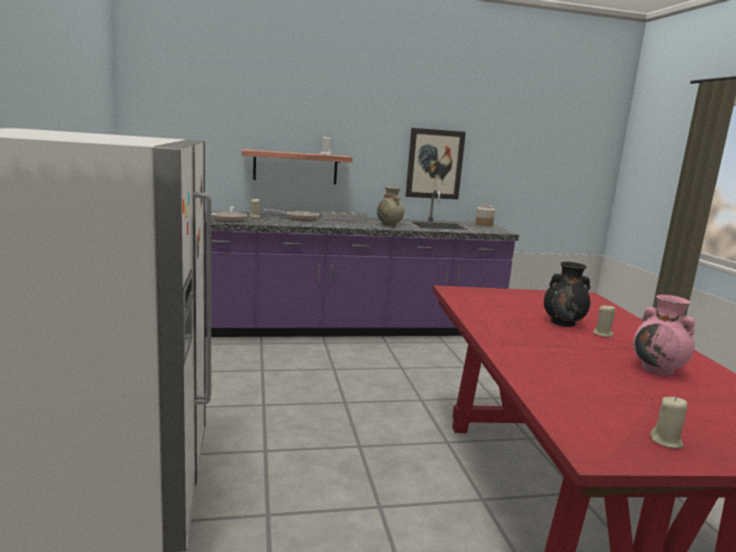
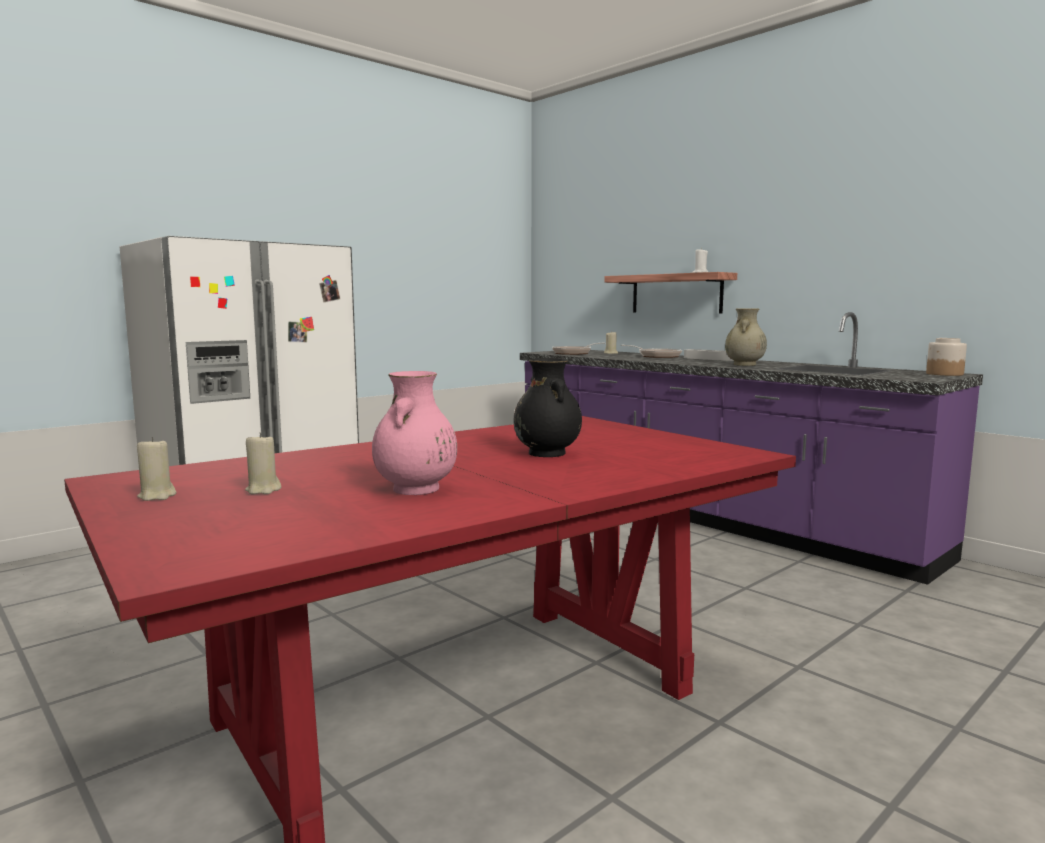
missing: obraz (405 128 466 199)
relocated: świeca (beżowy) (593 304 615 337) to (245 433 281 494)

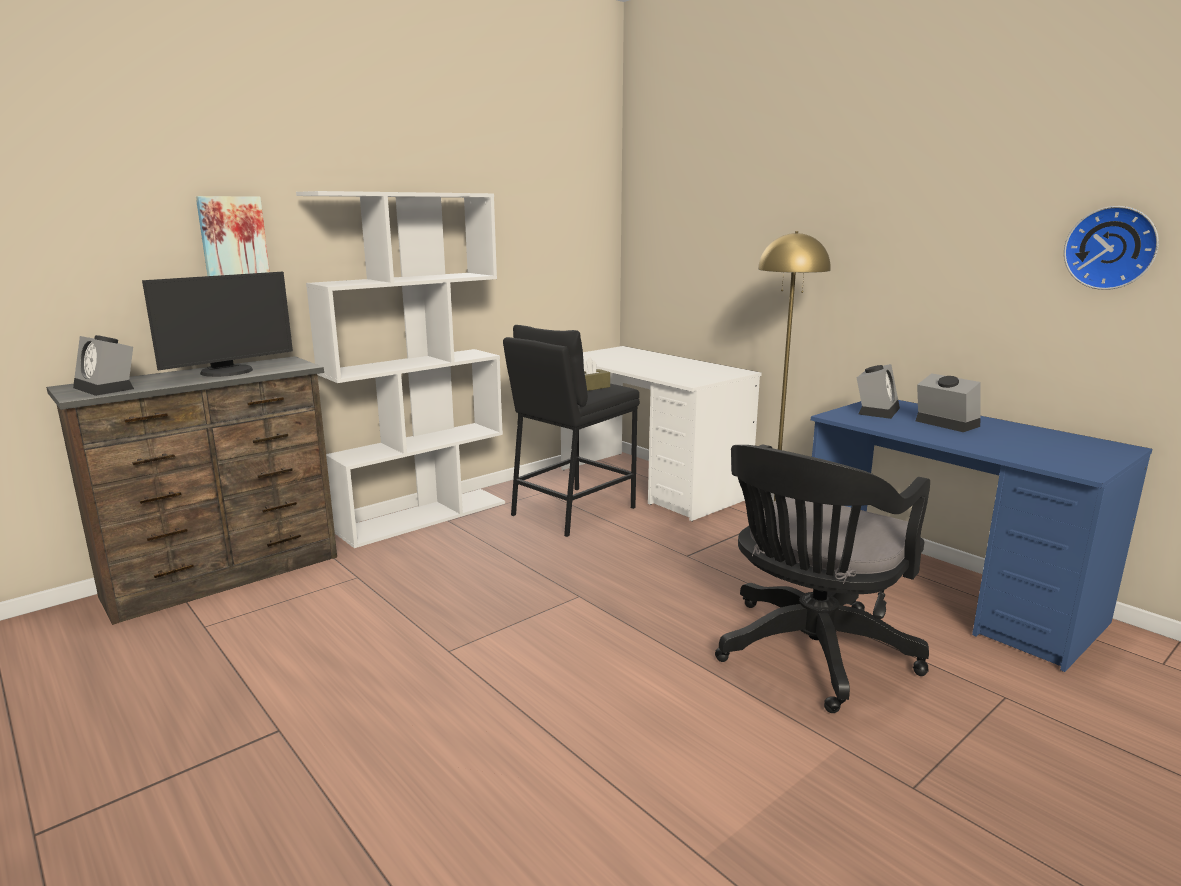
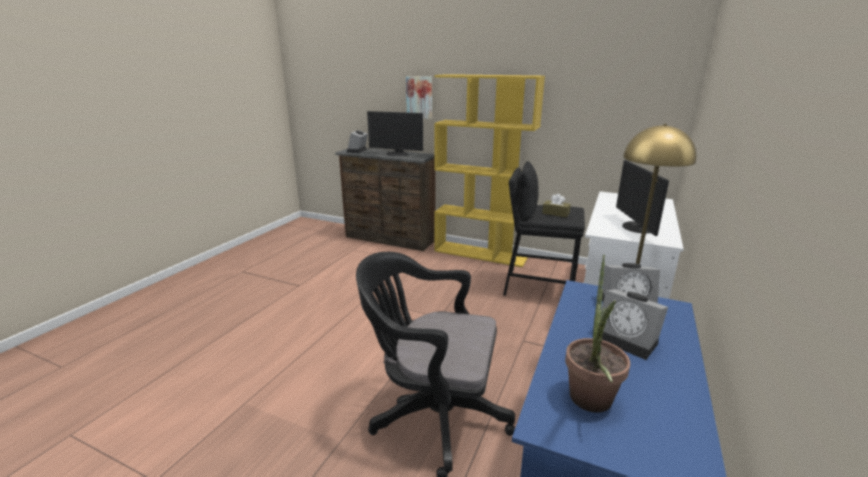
missing: zegar ścienny (1064 206 1159 290)
appeared: roślina doniczkowa (565 254 631 413); monitor (616 160 669 236)
colour: regał (biały) (296 191 505 548) to regał (żółty) (434 74 545 267)
spun: budzik (916 373 980 432) = (601 289 668 360) 105 degrees clockwise

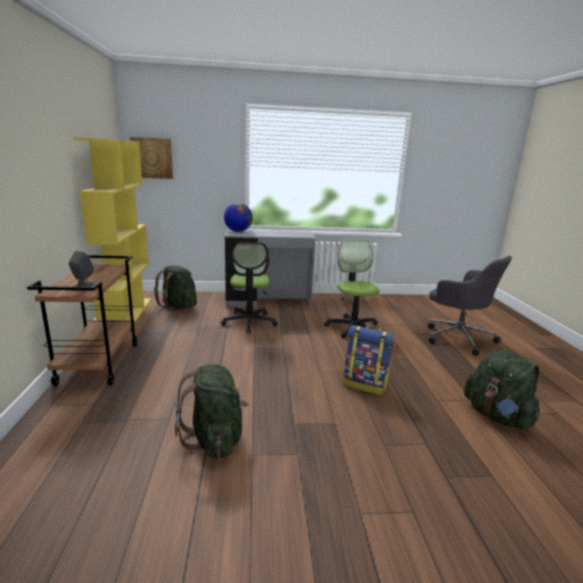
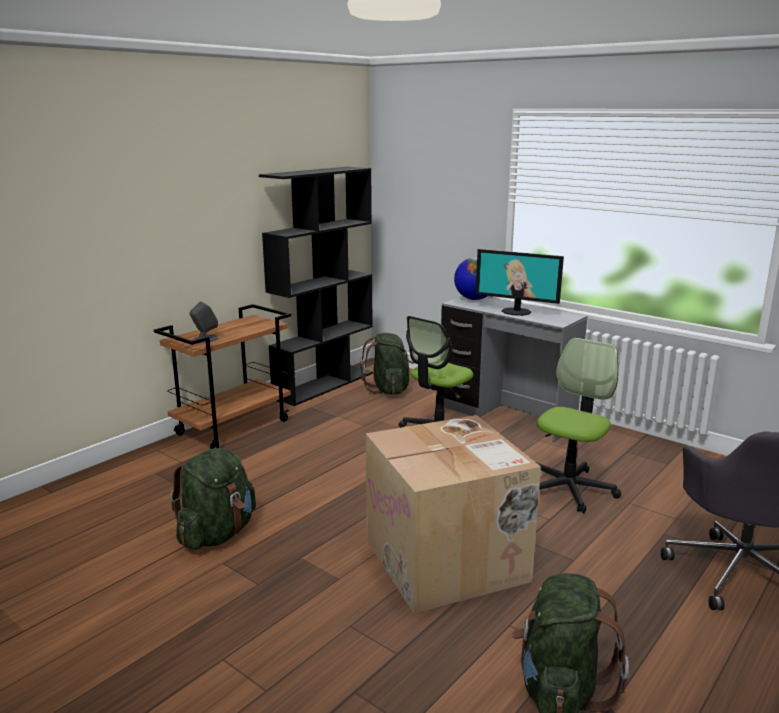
missing: obraz (130 137 173 179)
appeared: monitor (475 249 564 316)
exchanged: plecak (343 325 394 395) to karton (366 415 541 614)
colour: regał (żółty) (73 137 151 322) to regał (czarny) (259 167 373 406)

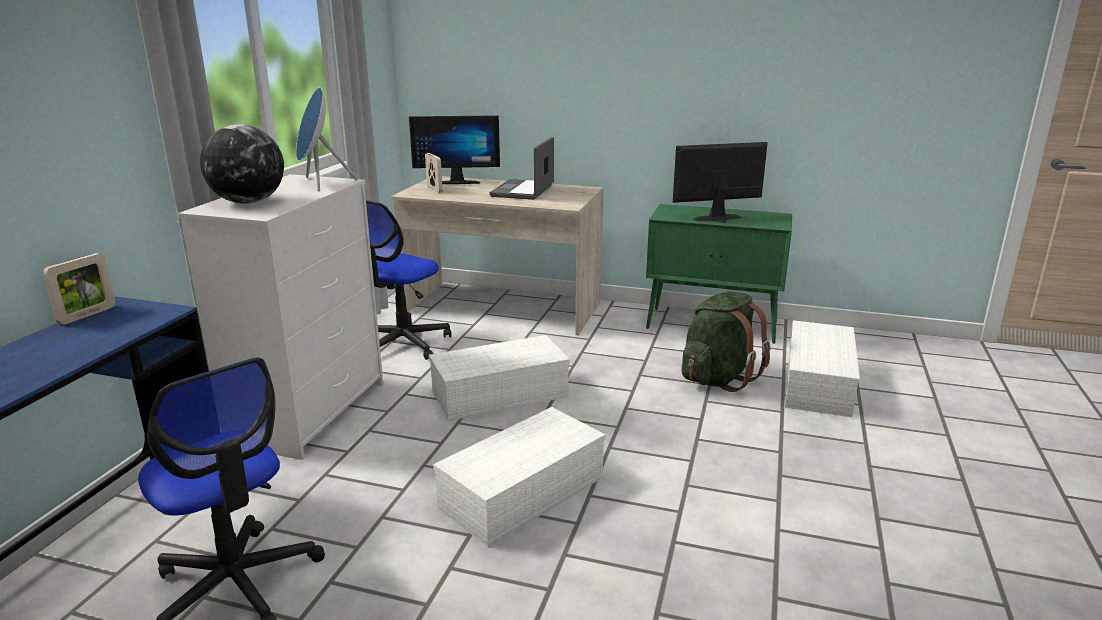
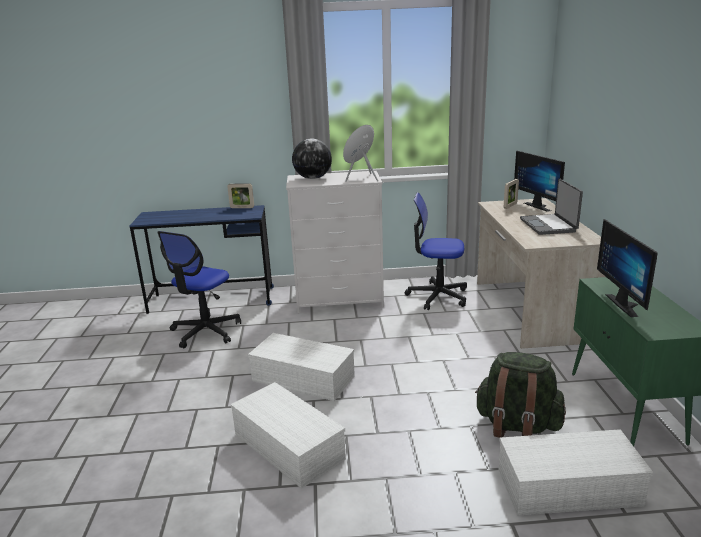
relocated: pojemnik do przechowywania (biały) (429 335 570 421) to (230 382 346 489)
spun: laptop (490 137 554 200) = (520 179 583 235) 90 degrees counterclockwise; monitor (673 142 768 223) = (597 219 658 317) 150 degrees counterclockwise

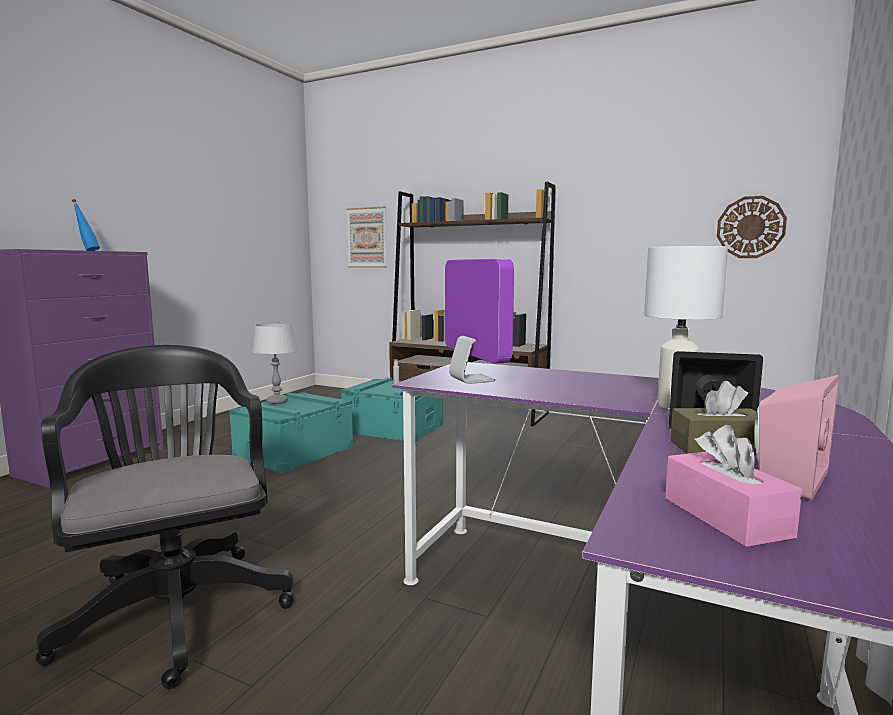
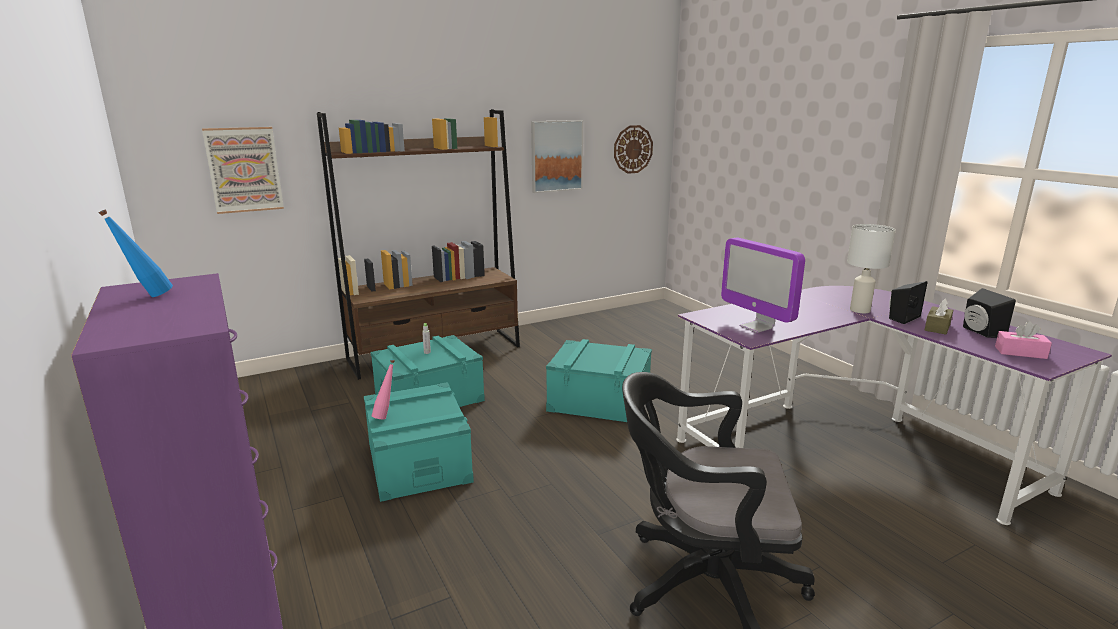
appeared: obraz (531 120 583 193); pojemnik do przechowywania (turkusowy) (546 339 652 422)
exchanged: lampa stołowa (szary) (252 323 297 404) to butelka (różowy) (372 360 395 419)
colour: głośnik (różowy) (755 375 839 500) to głośnik (czarny) (963 288 1016 338)
spun: monitor (445 259 514 384) = (721 237 805 333) 135 degrees counterclockwise

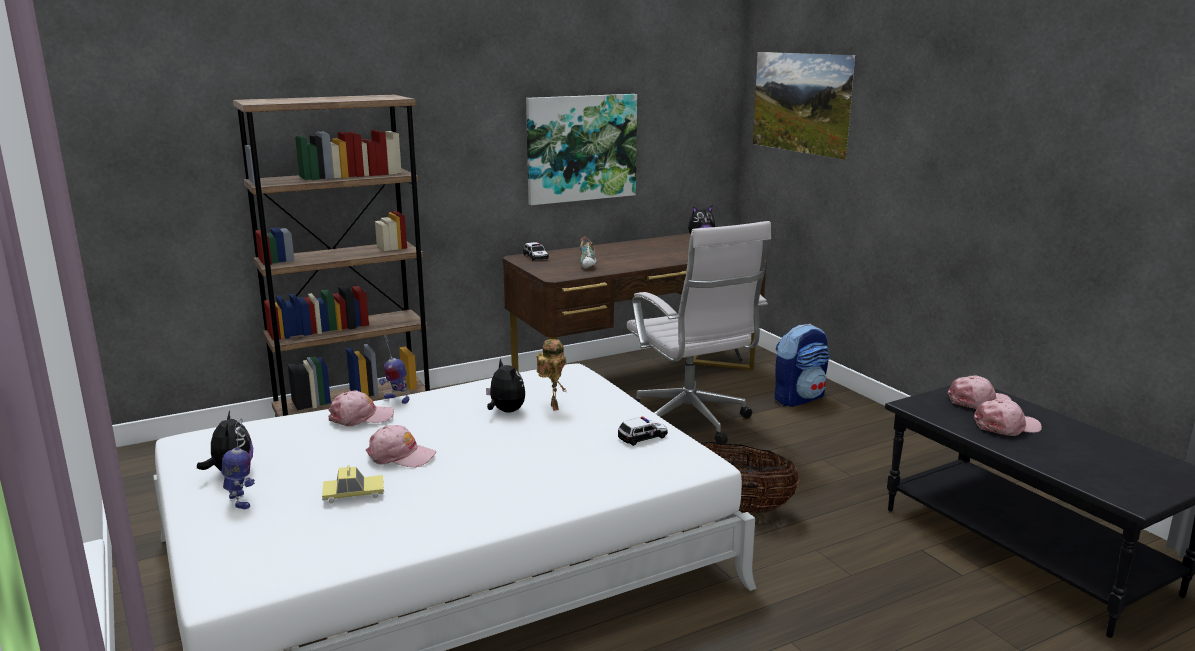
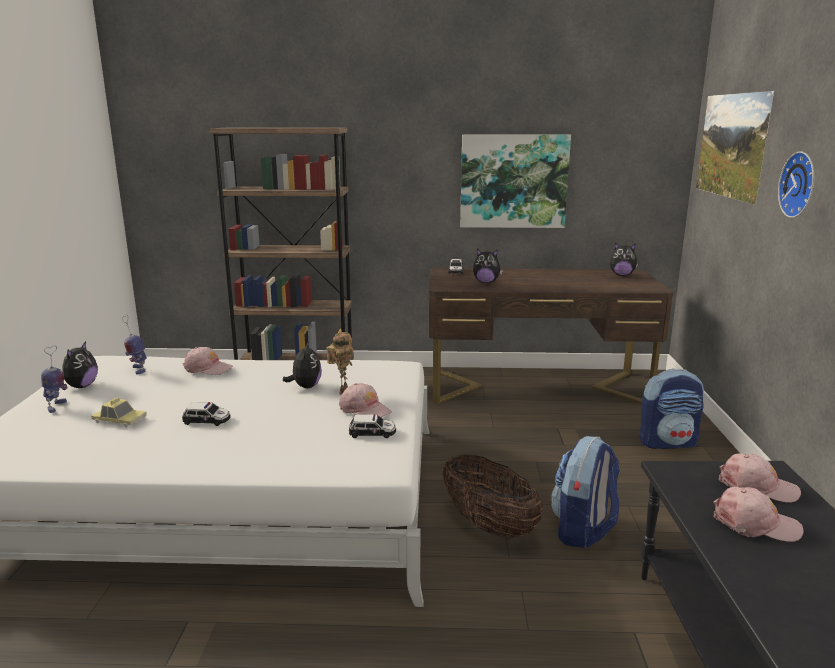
missing: krzesło biurowe (biały) (627 221 771 444)
appeared: samochodzik (182 402 231 426); plecak (551 436 620 548); zegar ścienny (778 151 814 218)
relocated: robot zabawkowy (379 335 410 404) to (122 315 147 375); czapka z daszkiem (różowy) (366 425 436 467) to (339 383 392 417)
exchanged: but (580 237 597 269) to pluszak (473 249 503 283)

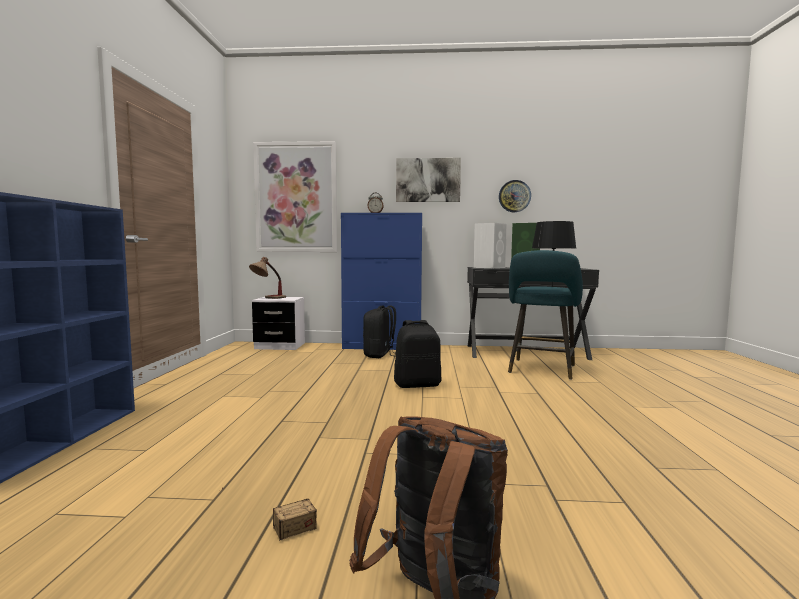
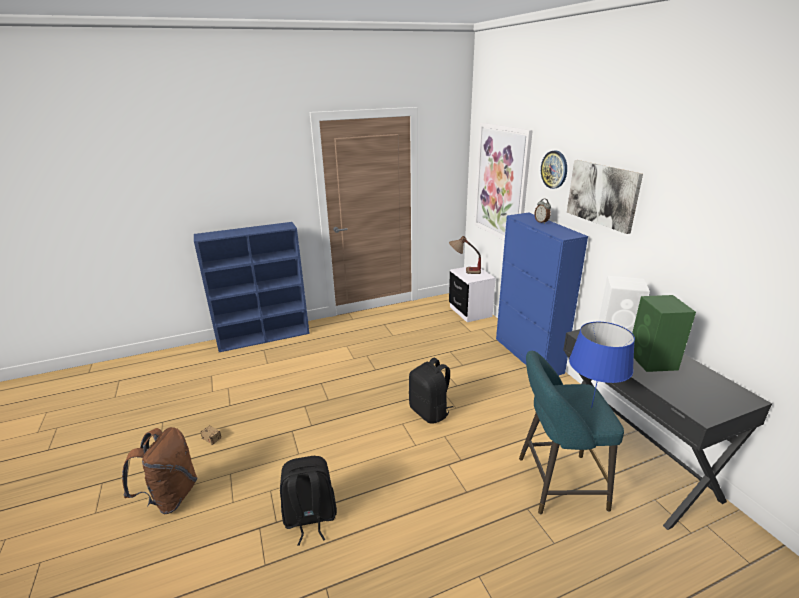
relocated: plecak (czarny) (363 305 396 358) to (280 456 337 546); zegar ścienny (499 180 531 212) to (541 150 567 189)
colour: lampa stołowa (czarny) (532 221 576 285) to lampa stołowa (niebieski) (569 322 635 408)

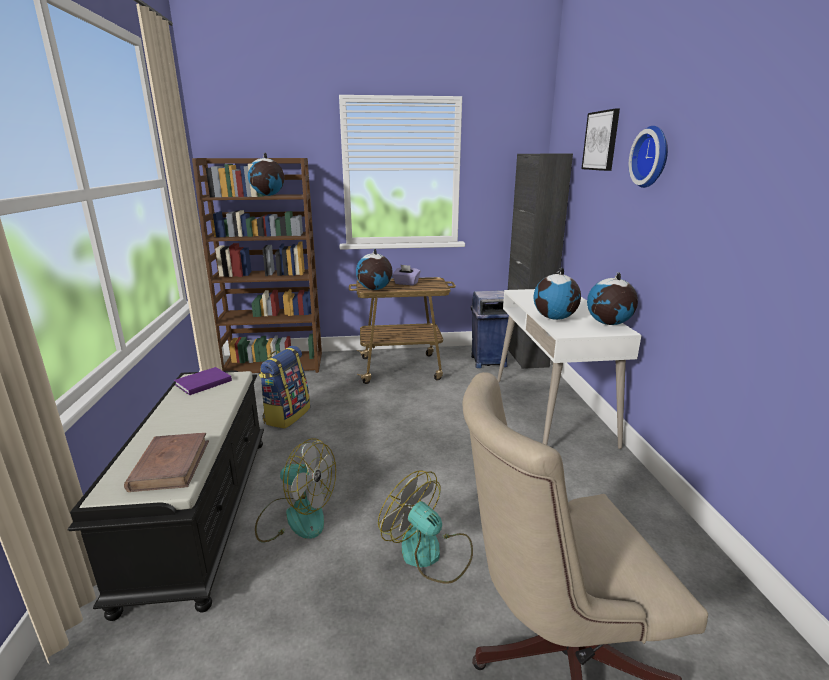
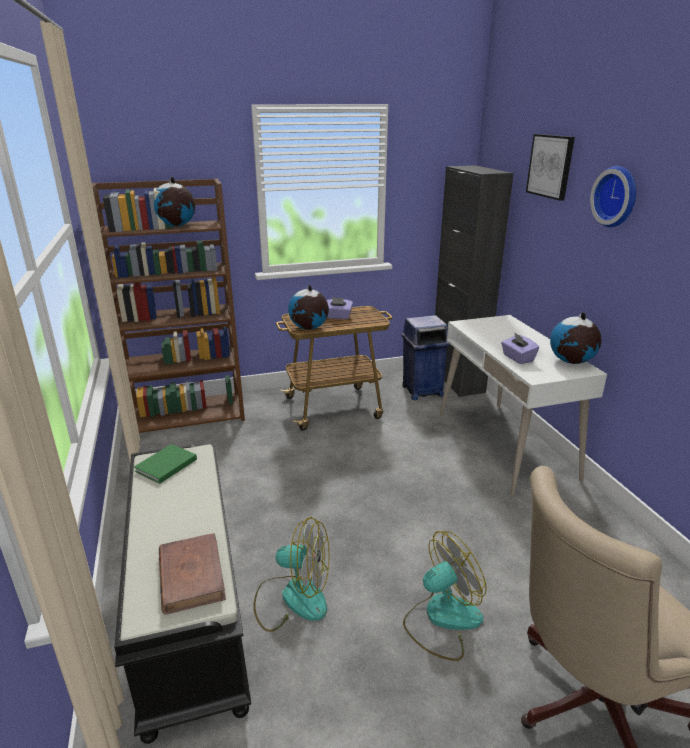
missing: plecak (259 346 310 429)
exchanged: globus (533 268 581 320) to pudełko chusteczek (fioletowy) (501 332 539 364)
colour: książka (fioletowy) (174 367 232 395) to książka (zielony) (134 444 197 484)
spun: wentylator (378 470 473 584) = (403 531 487 661) 120 degrees clockwise

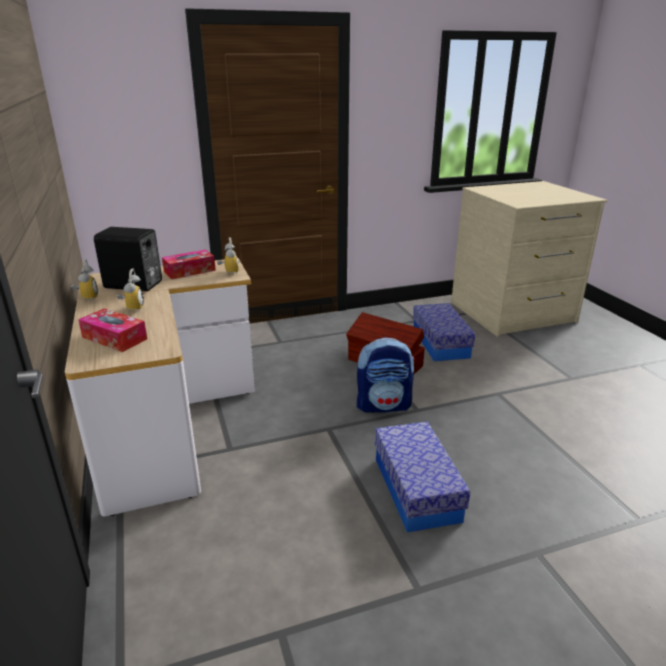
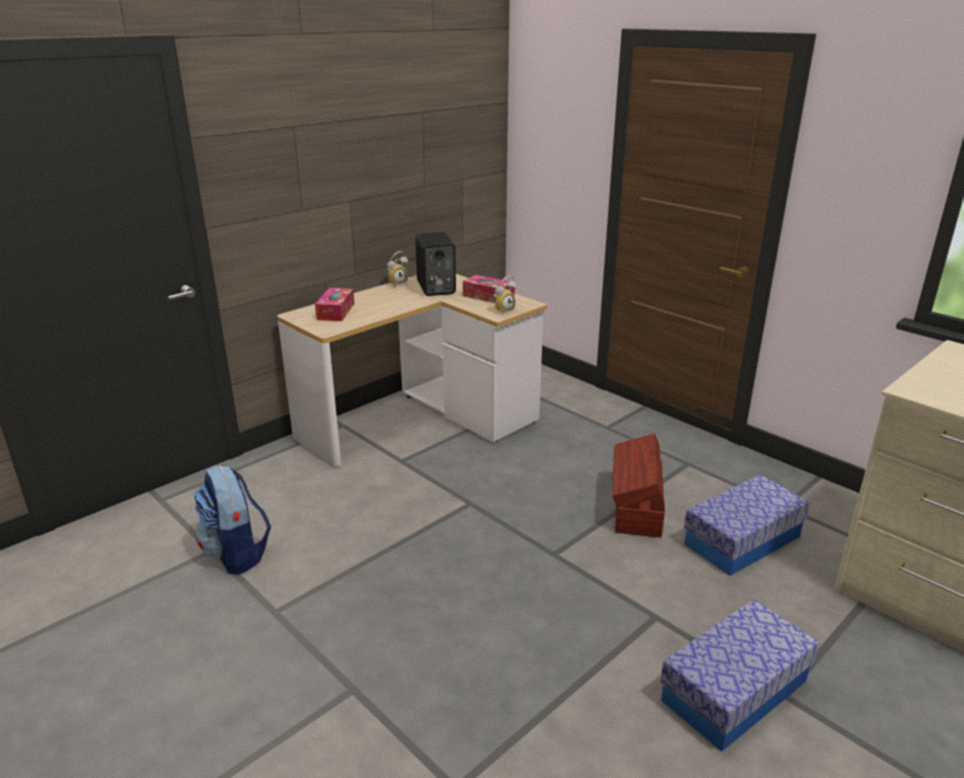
missing: budzik (116 269 144 312)
relocated: plecak (357 337 415 412) to (194 465 271 575); pojemnik do przechowywania (375 421 470 532) to (660 599 819 752)

